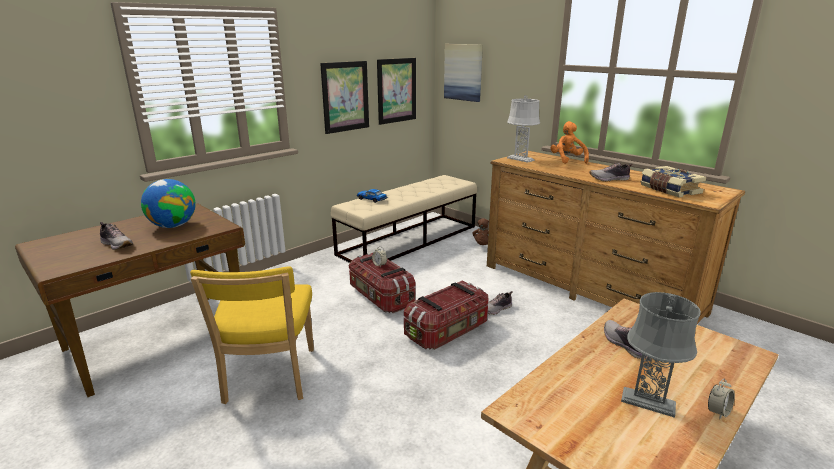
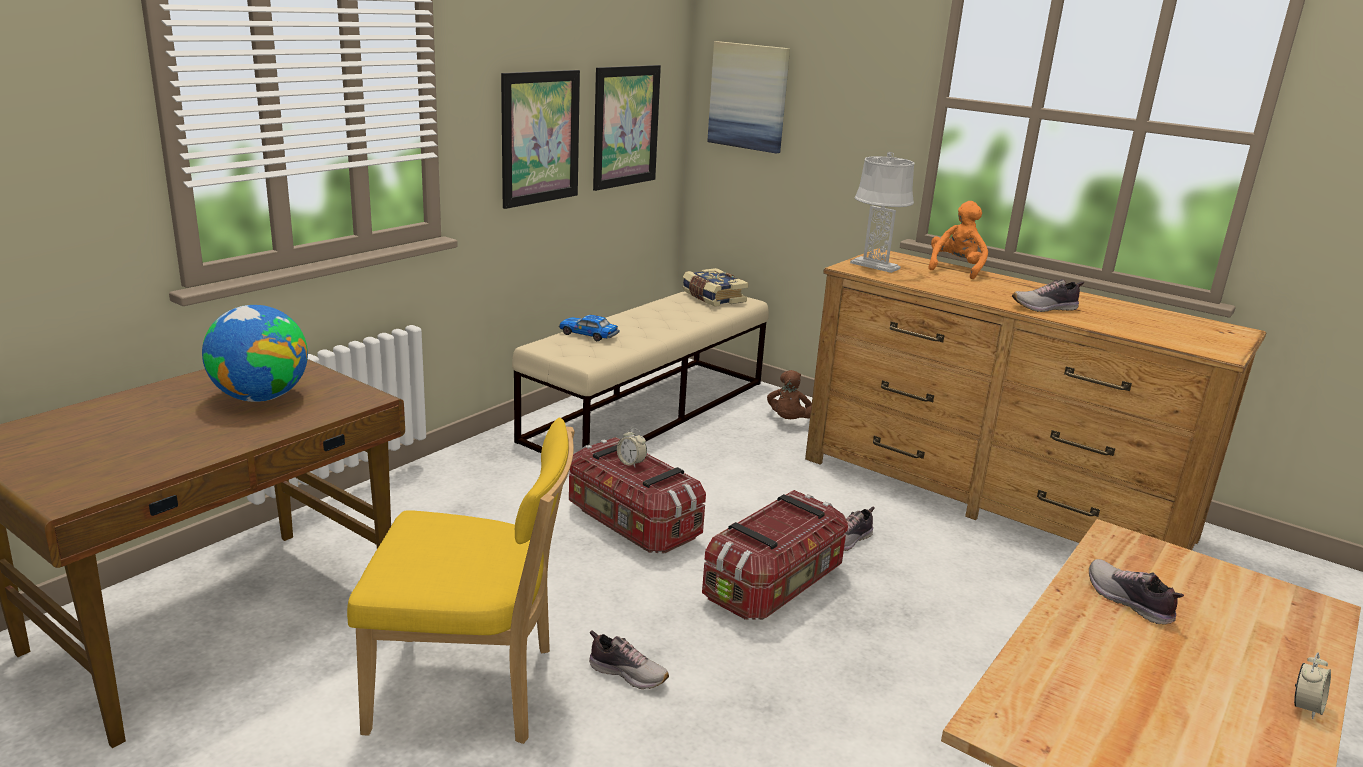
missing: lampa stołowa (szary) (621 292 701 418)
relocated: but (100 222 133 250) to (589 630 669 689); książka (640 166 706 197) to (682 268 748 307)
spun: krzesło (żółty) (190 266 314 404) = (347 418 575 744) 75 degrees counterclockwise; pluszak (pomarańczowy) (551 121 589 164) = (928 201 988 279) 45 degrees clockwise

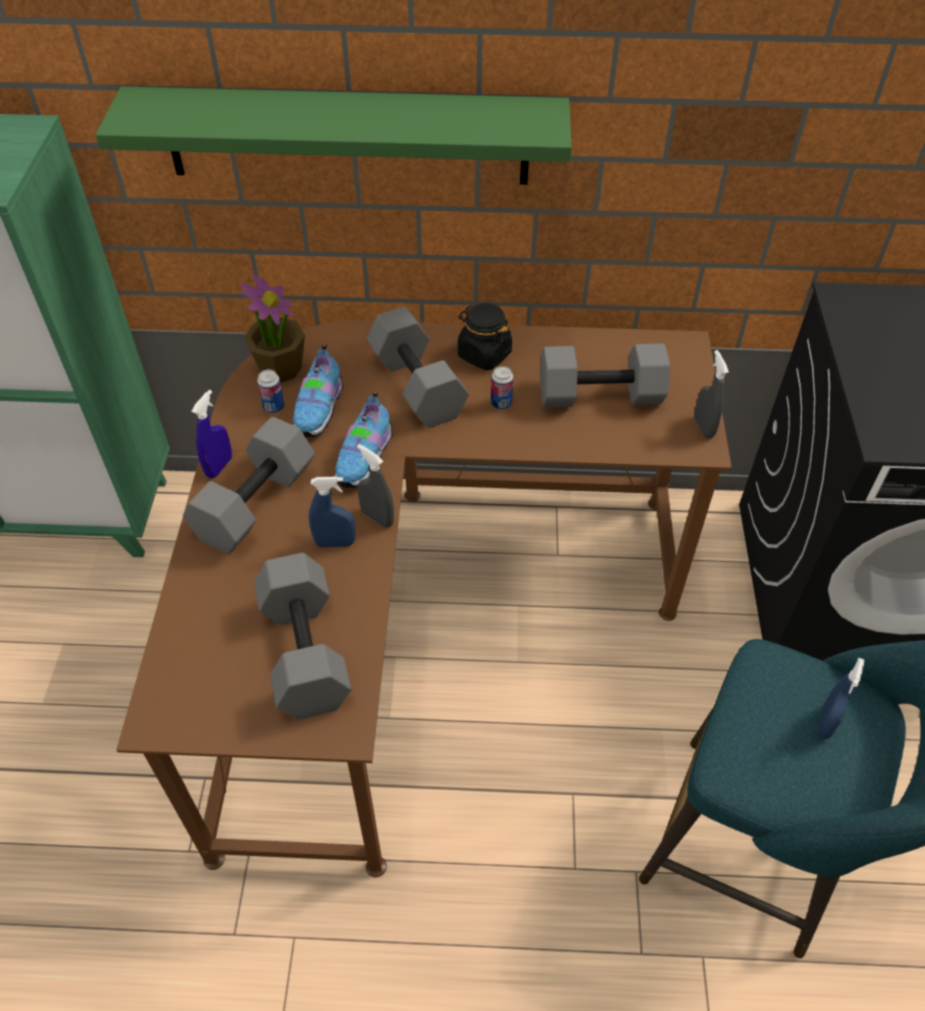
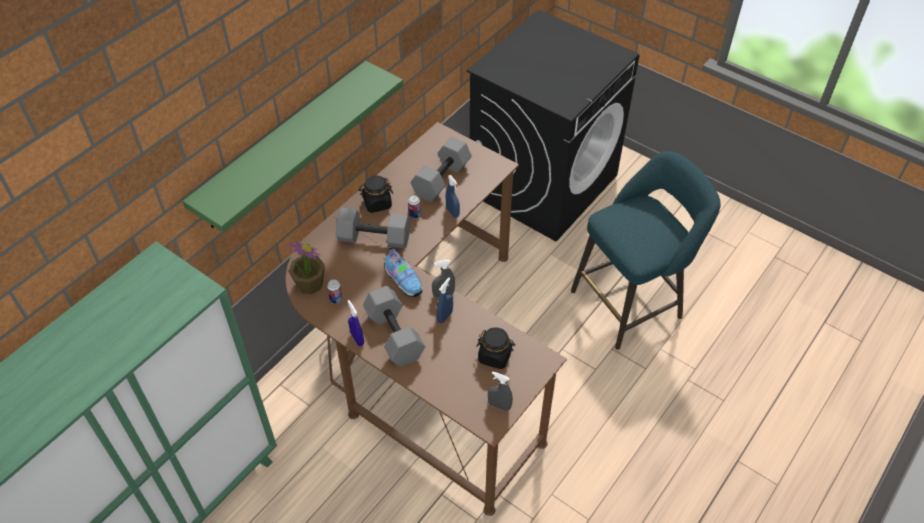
missing: but (293 344 343 437)
relocated: spryskiwacz (niebieski) (817 658 864 739) to (446 175 460 218); spryskiwacz (szary) (694 350 729 438) to (488 371 513 411)
exchanged: hantel (szary) (254 553 351 720) to słoik (czarny) (477 327 515 369)

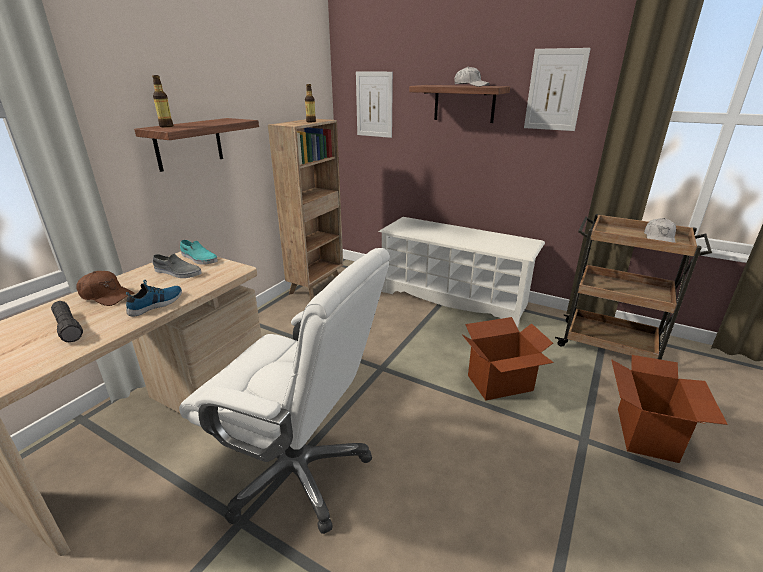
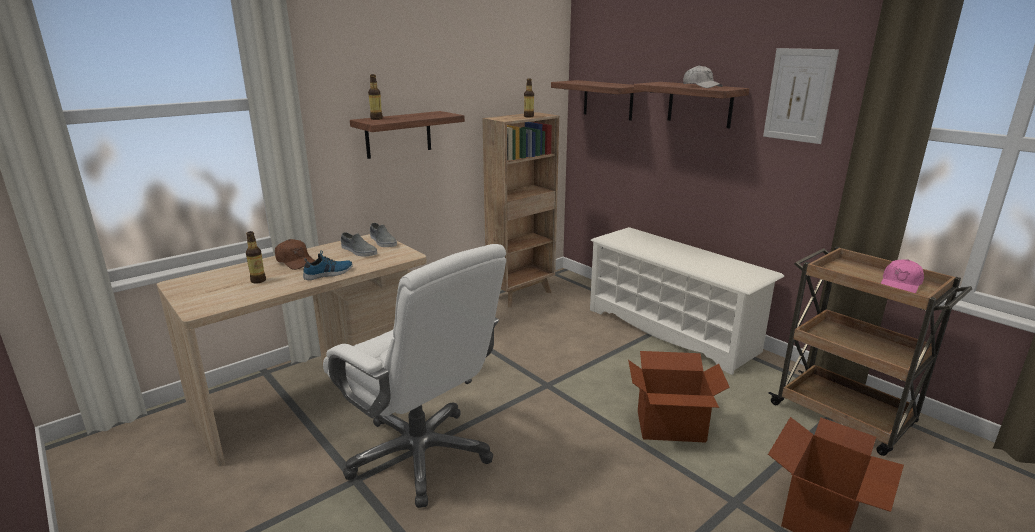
exchanged: latarka (czarny) (51 301 83 342) to butelka (246 231 266 284); obraz (356 72 393 138) to półka (551 80 644 121)
colour: but (turkusowy) (180 240 218 265) to but (szary) (370 223 397 247); czapka z daszkiem (biały) (644 218 676 243) to czapka z daszkiem (różowy) (881 259 924 293)

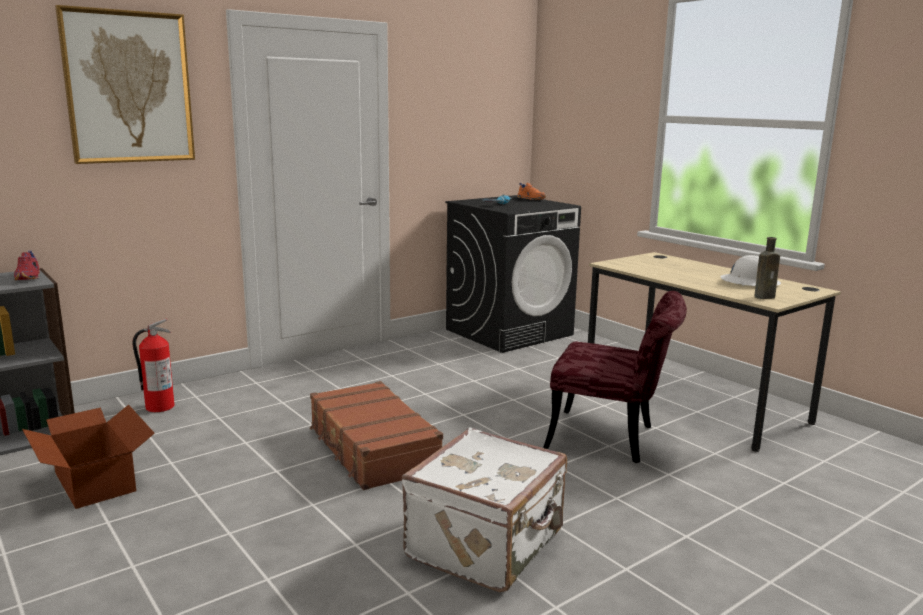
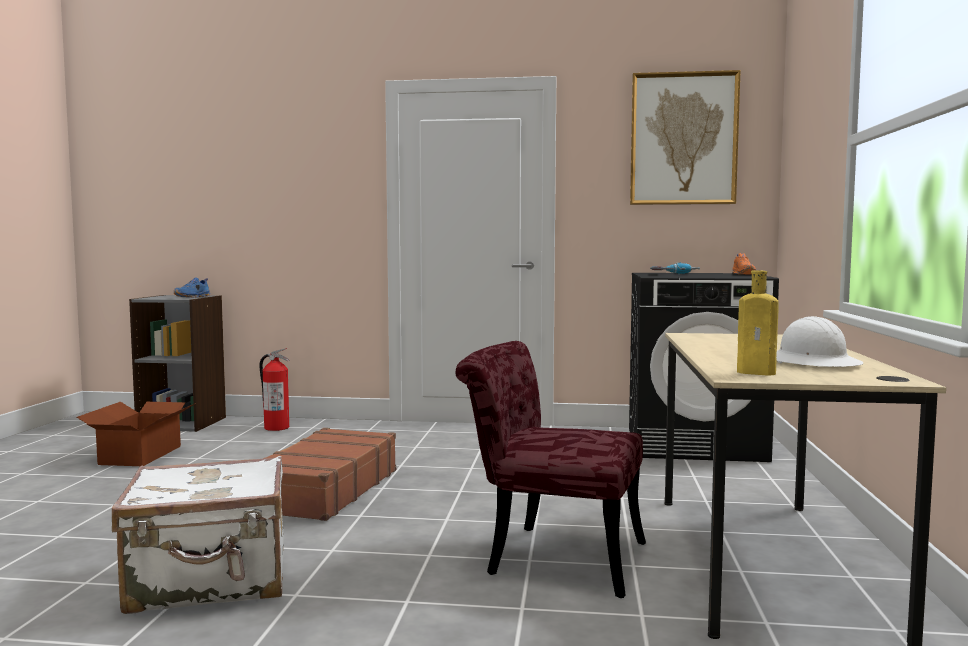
relocated: obraz (55 5 195 164) to (630 70 741 205)
colour: but (czerwony) (14 251 40 280) to but (niebieski) (174 278 210 298); butelka (brązowy) (754 237 780 299) to butelka (żółty) (737 270 779 376)
spun: krzesło (czerwony) (543 291 687 463) = (455 341 646 598) 135 degrees clockwise

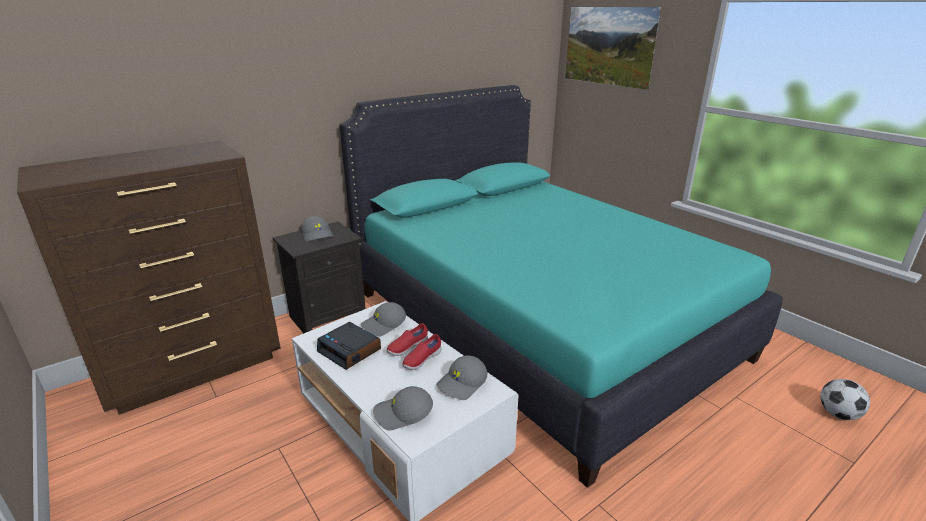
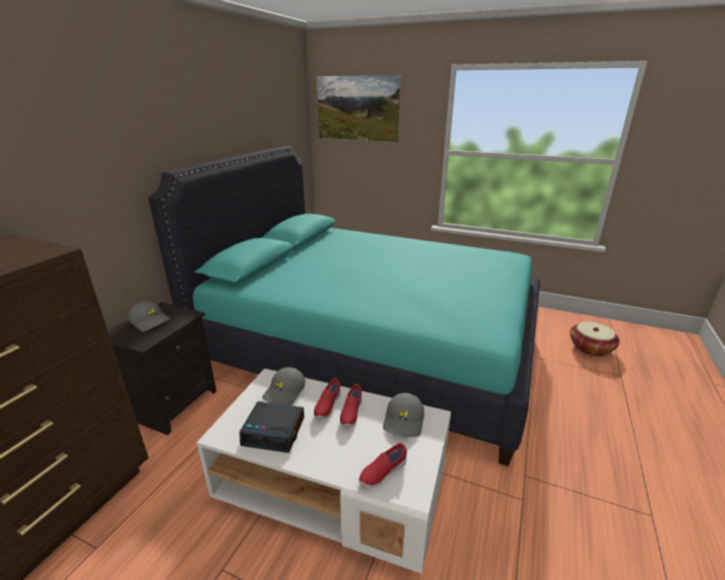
exchanged: czapka z daszkiem (szary) (373 386 433 431) to but (czerwony) (359 443 407 488); piłka futbolowa (820 379 870 420) to koszyk (570 322 620 356)

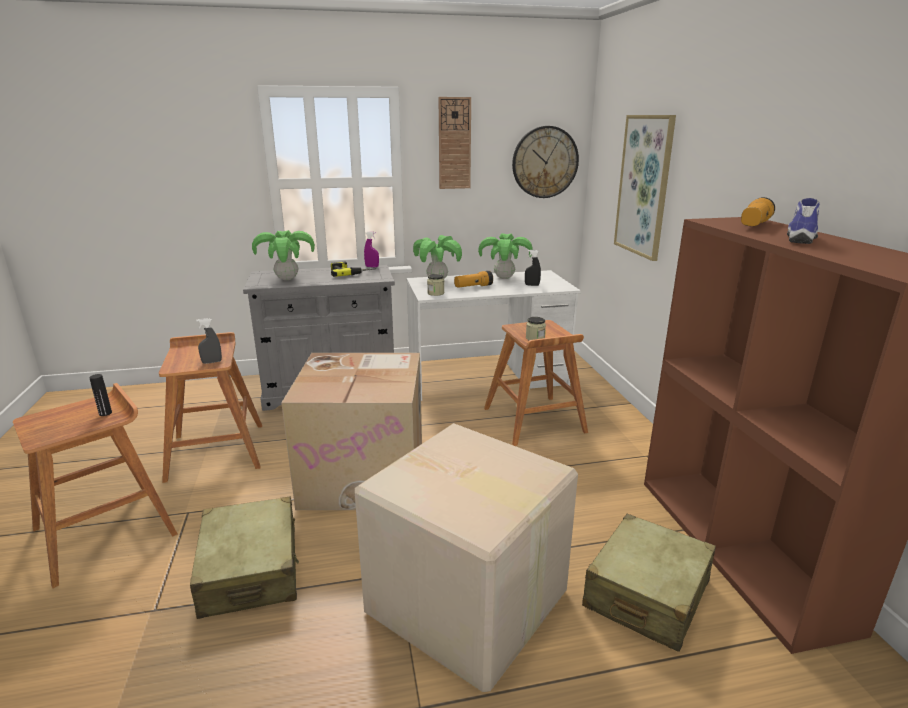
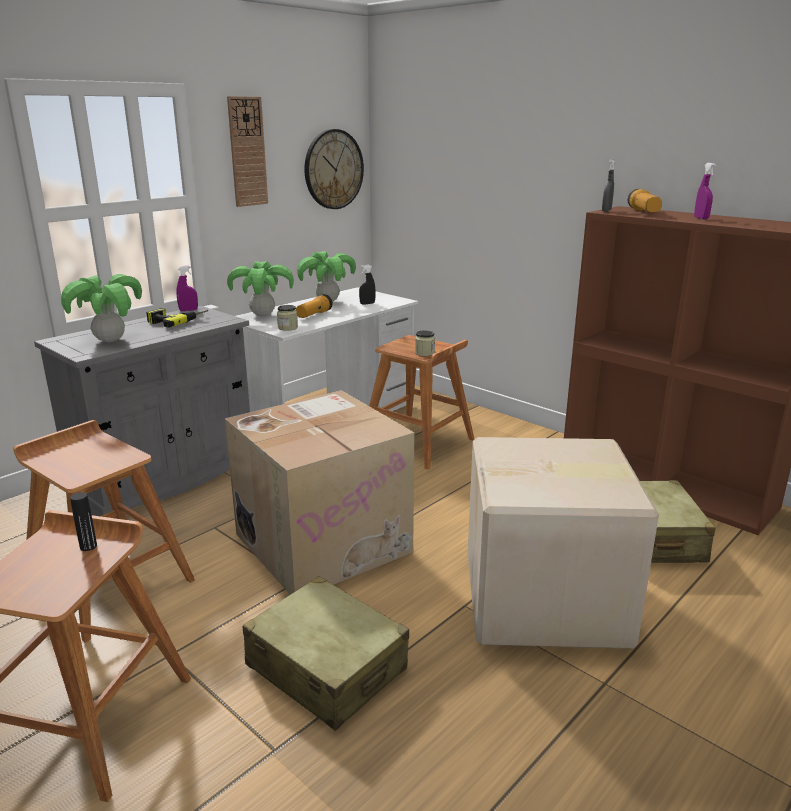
missing: obraz (614 115 676 261)
relocated: spryskiwacz (szary) (196 318 222 364) to (602 159 615 212)
exchanged: but (787 198 820 244) to spryskiwacz (fioletowy) (694 163 716 219)

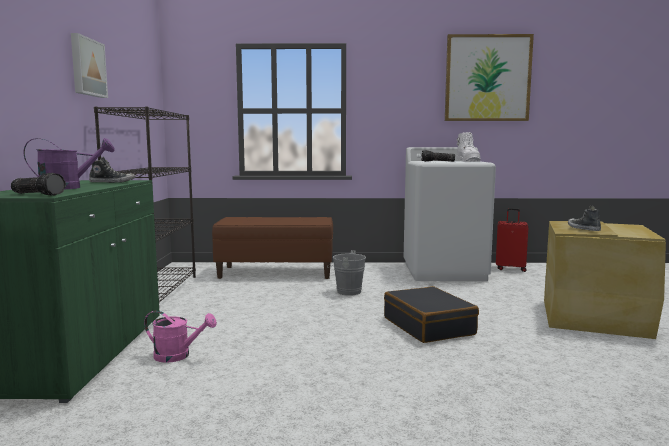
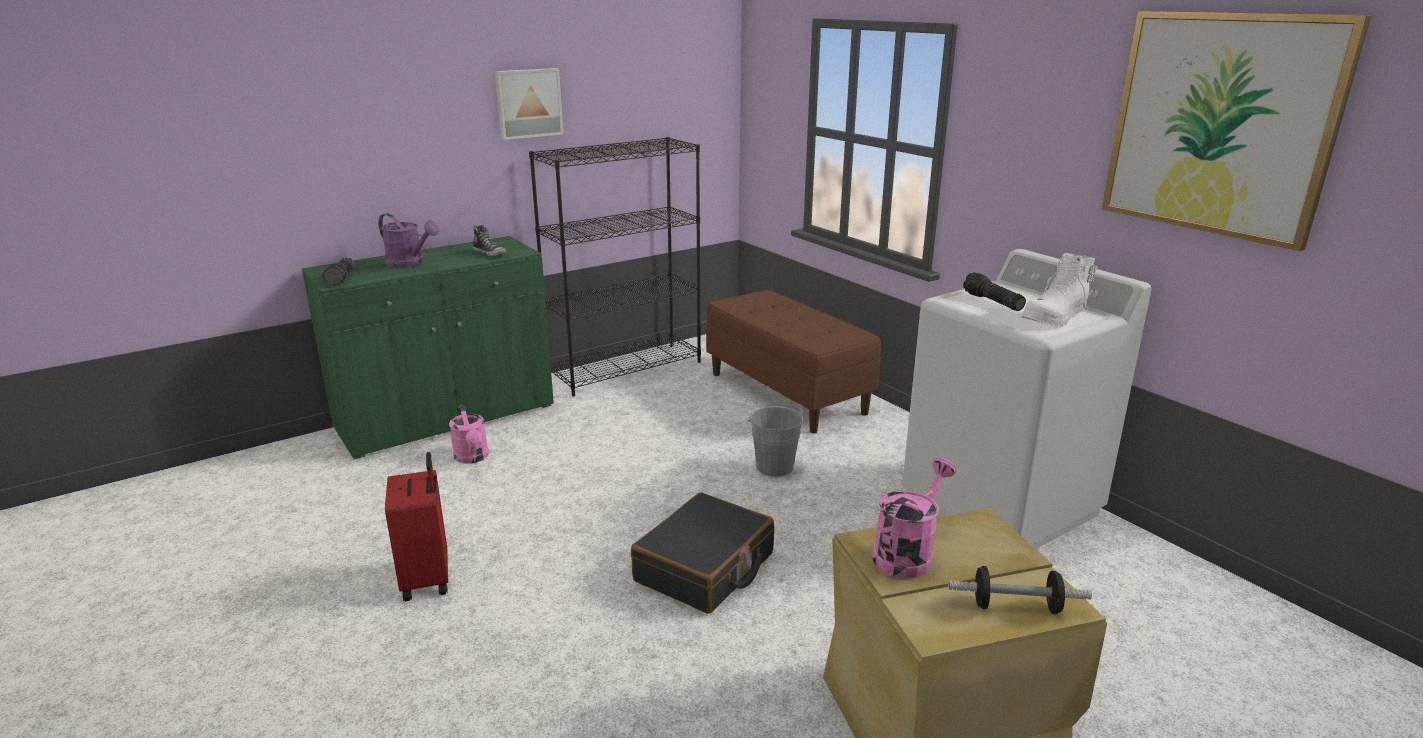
appeared: hantel (948 566 1092 614)
relocated: walizka (czerwony) (496 208 529 272) to (385 452 448 601)
exchanged: but (568 206 601 231) to konewka (różowy) (872 458 956 578)

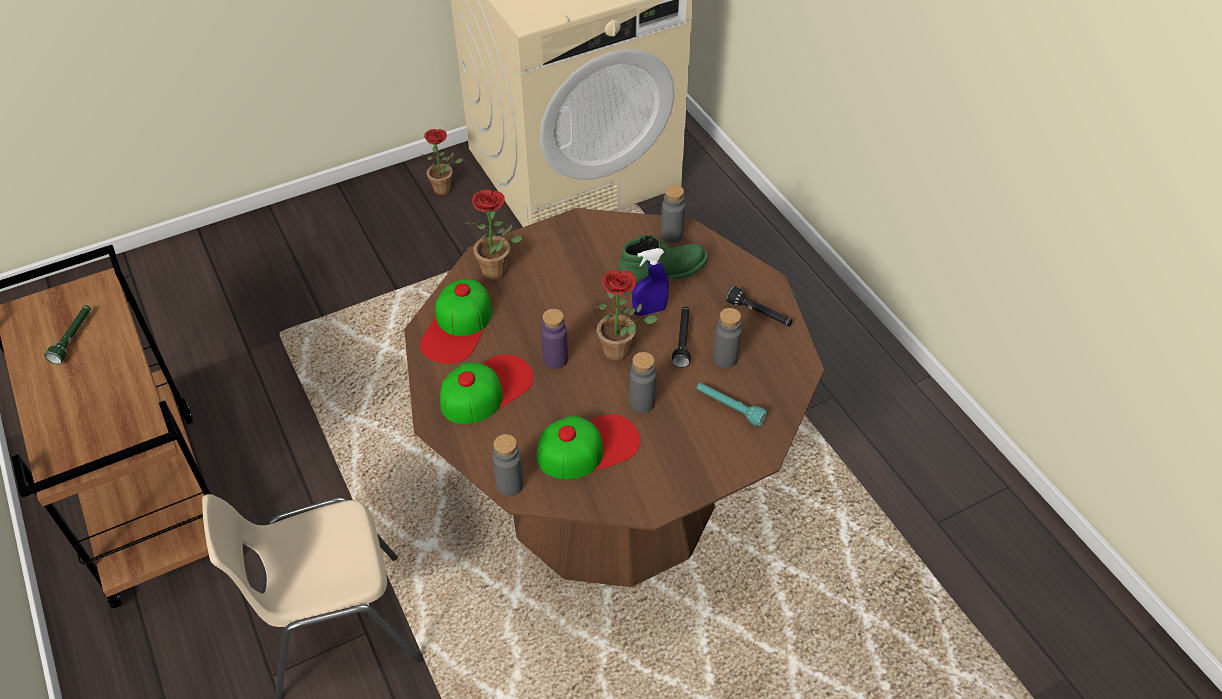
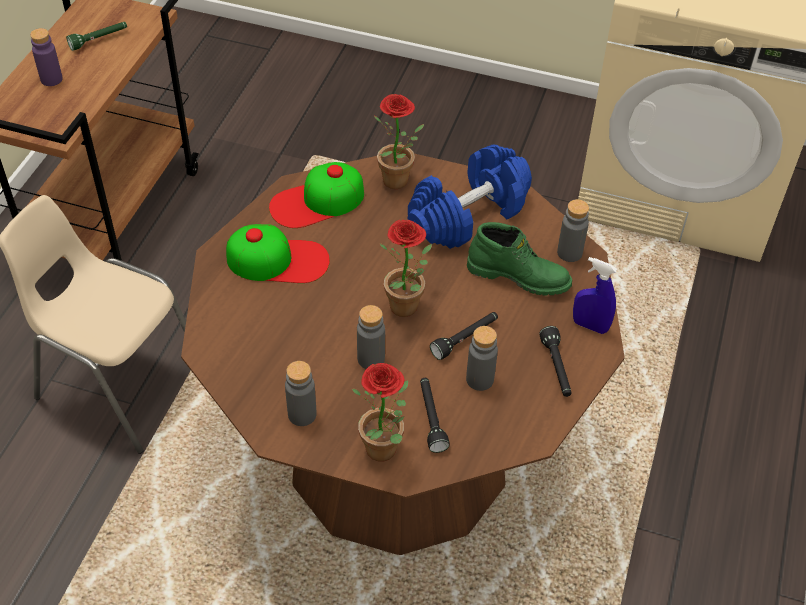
missing: czapka z daszkiem (537 414 641 479)
appeared: hantel (niebieski) (408 145 532 249)
relocated: butelka (fioletowy) (541 309 568 369) to (30 28 63 86); butelka (szary) (493 434 524 496) to (285 361 317 426); roślina doniczkowa (421 129 463 195) to (352 363 409 461); spryskiwacz (niebieski) (632 248 669 316) to (573 257 617 334)
colour: latarka (turkusowy) (697 383 768 427) to latarka (czarny) (420 378 450 453)

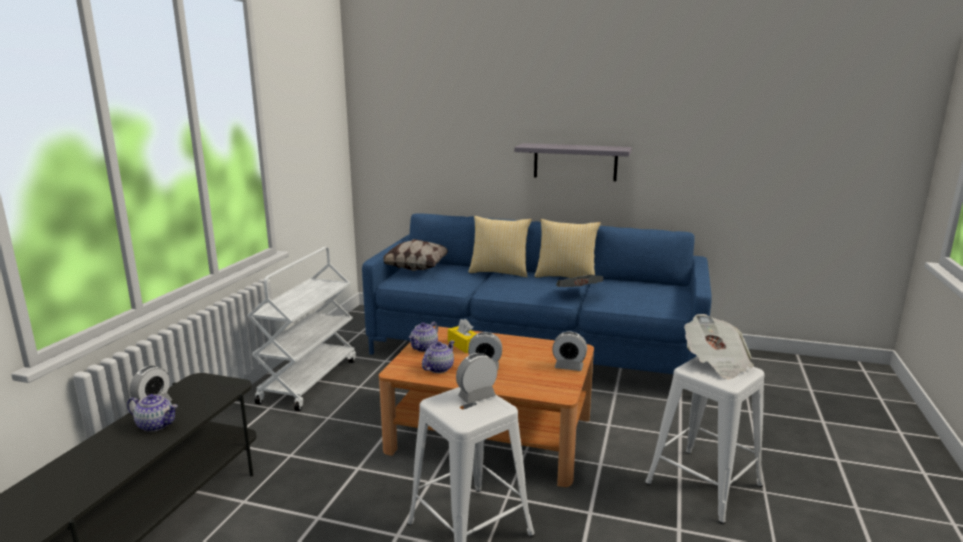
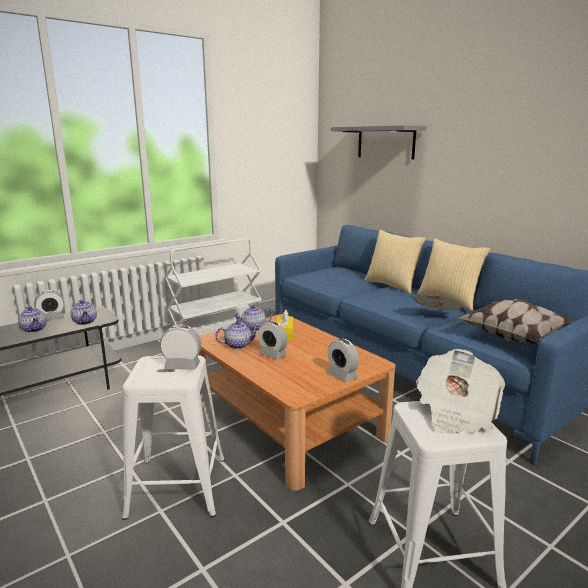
appeared: imbryk (71 300 97 325)
relocated: półka (szary) (514 143 632 181) to (331 125 426 159); poduszka (383 239 448 271) to (459 299 574 344)

